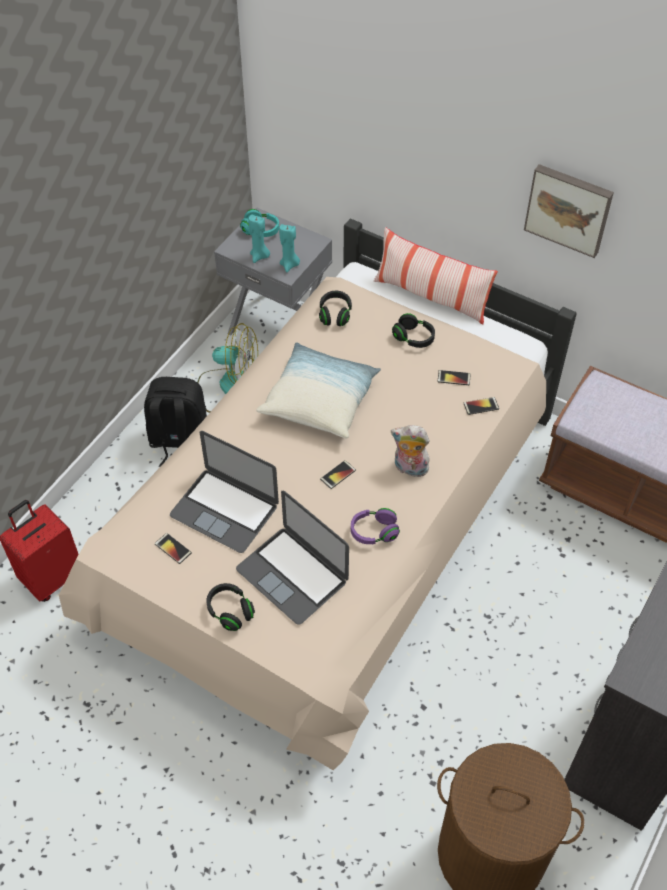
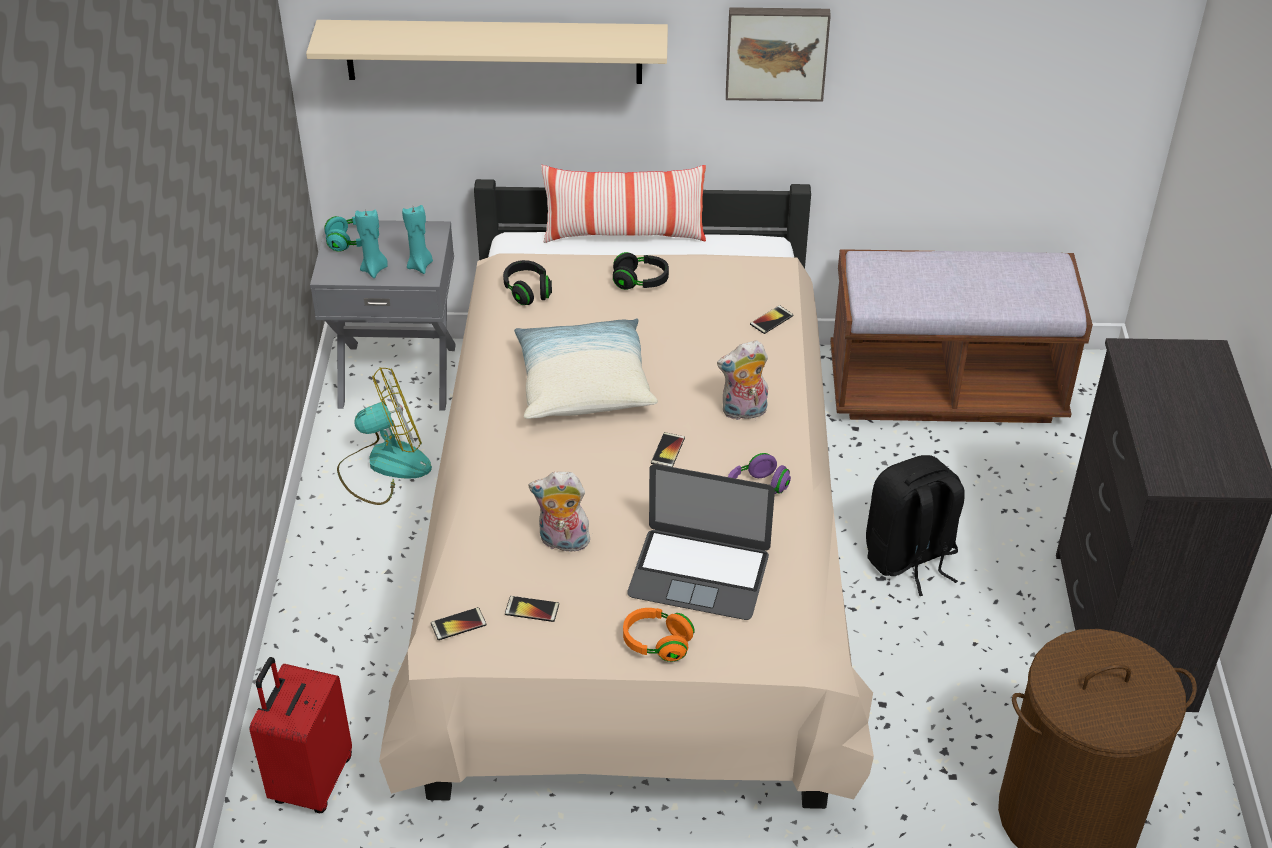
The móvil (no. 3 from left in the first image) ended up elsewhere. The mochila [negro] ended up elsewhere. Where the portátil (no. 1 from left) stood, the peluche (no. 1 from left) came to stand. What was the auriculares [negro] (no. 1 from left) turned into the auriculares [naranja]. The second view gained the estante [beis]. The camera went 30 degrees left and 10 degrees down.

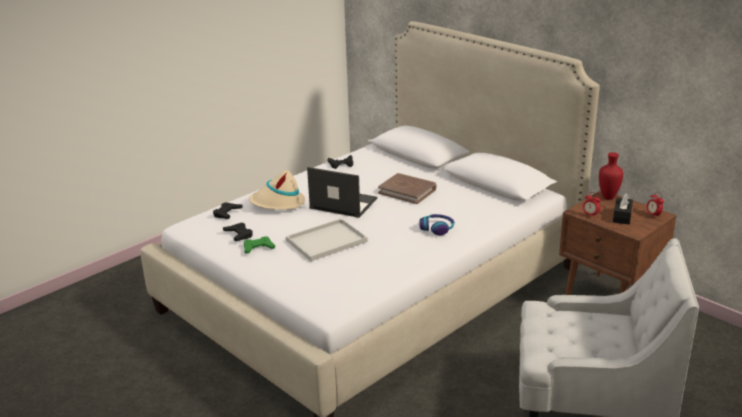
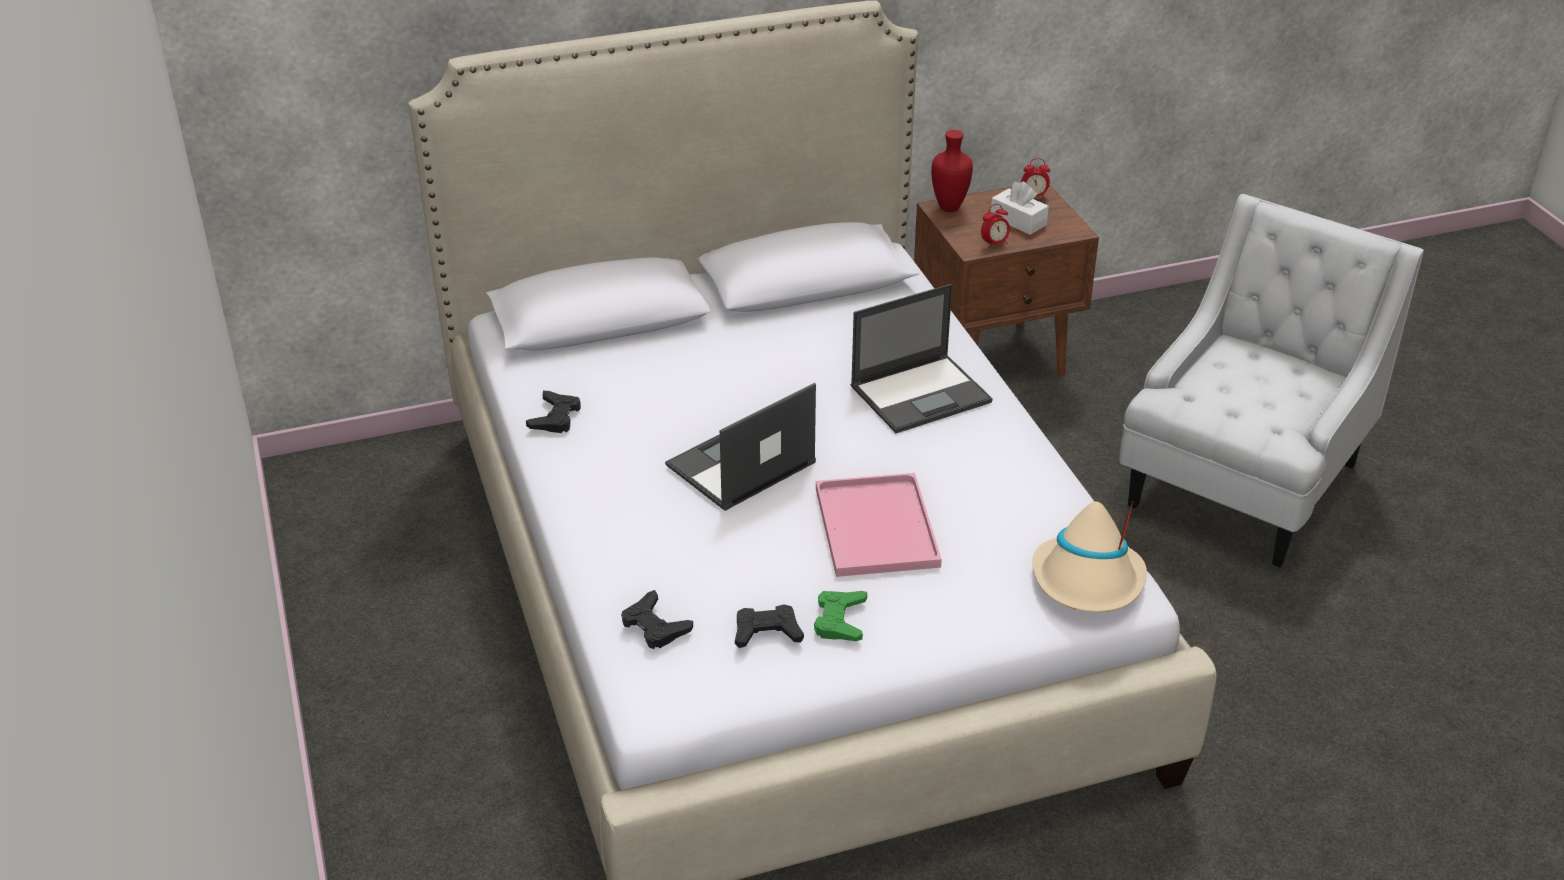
The sombrero [beis] ended up elsewhere. The second view lost the libro [marrón]. What was the caja de pañuelos [negro] turned into the caja de pañuelos [blanco]. Where the auriculares stood, the portátil (no. 2 from left) came to stand. What was the bandeja [blanco] turned into the bandeja [rosa]. The camera went 65 degrees left and 10 degrees up.

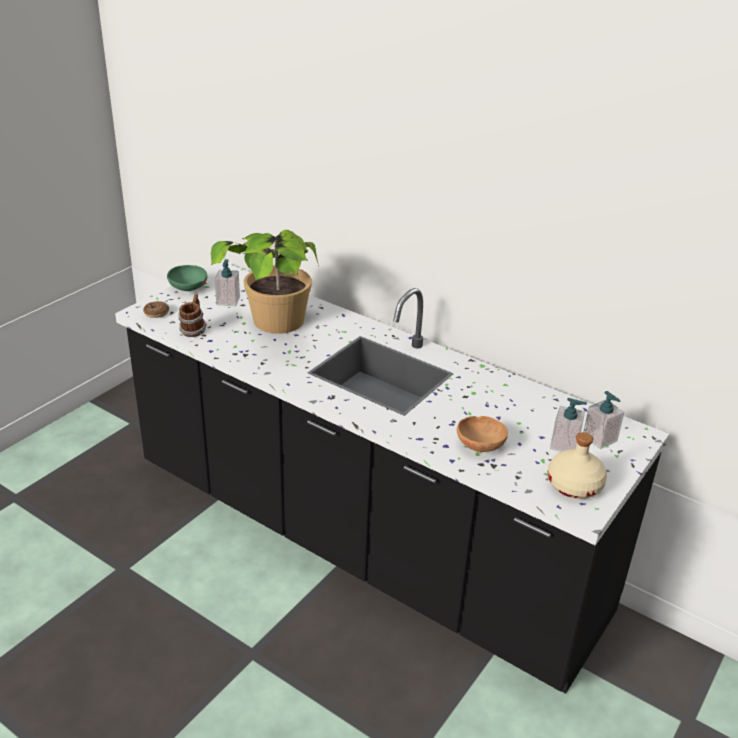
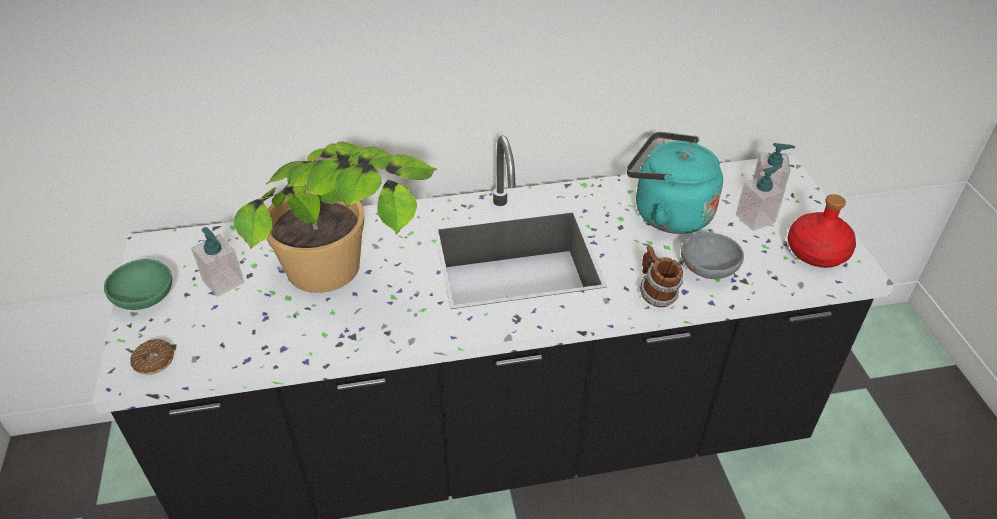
The taza grande ended up elsewhere. What was the cuenco [marrón] turned into the cuenco [gris]. What was the botella [beis] turned into the botella [rojo]. The second view gained the hervidor [turquesa]. The camera went 45 degrees left and 10 degrees up.

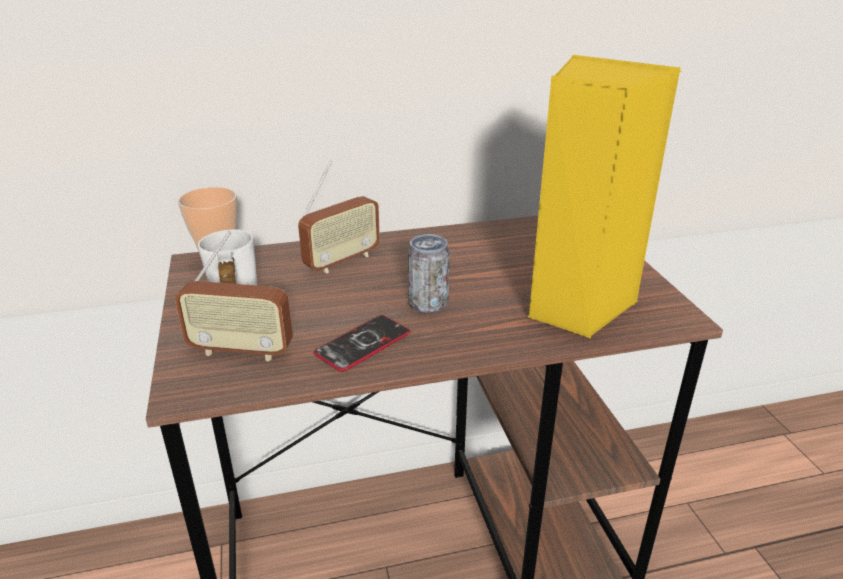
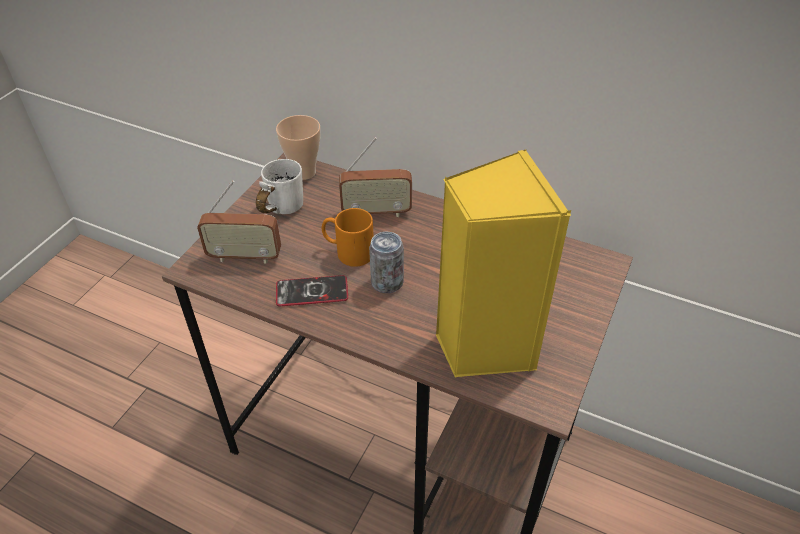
The radio (no. 1 from left) ended up facing another way, 45 degrees counterclockwise from before. The second view gained the taza grande [naranja]. The camera went 40 degrees right and 15 degrees up.

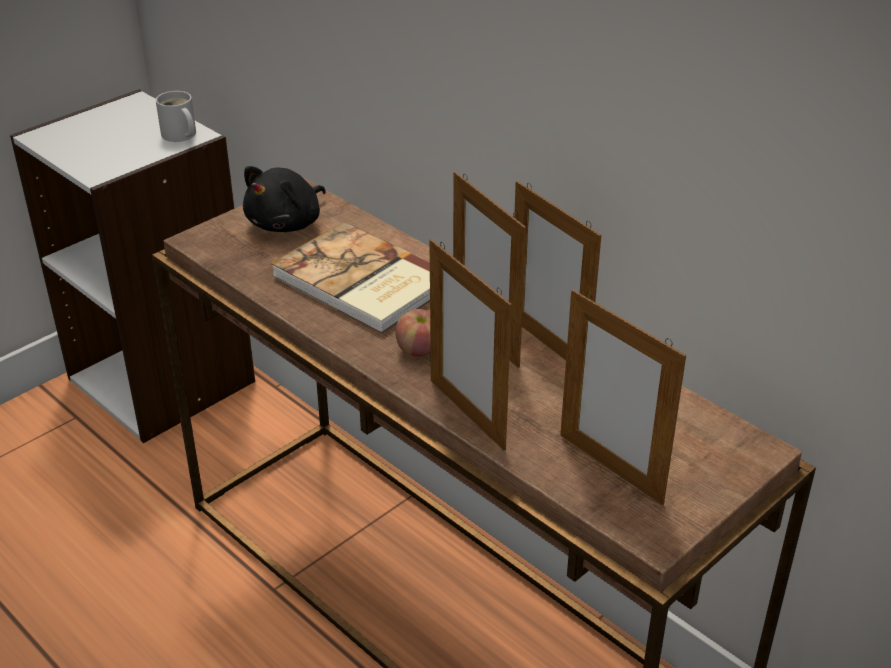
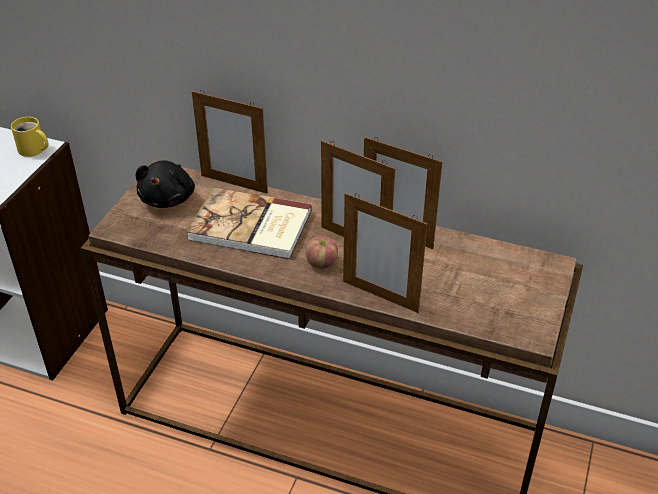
What was the taza grande [blanco] turned into the taza grande [amarillo]. The portarretratos (no. 4 from left in the first image) ended up elsewhere. The camera went 25 degrees left and 5 degrees up.

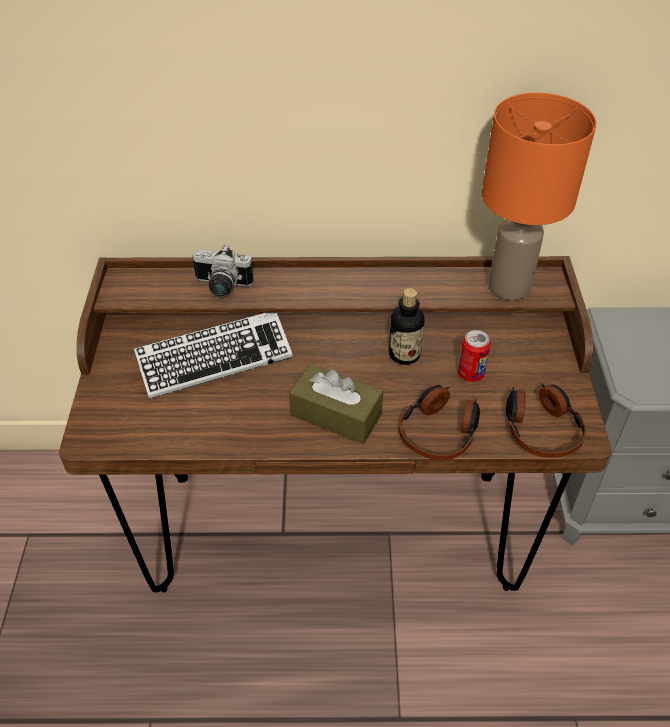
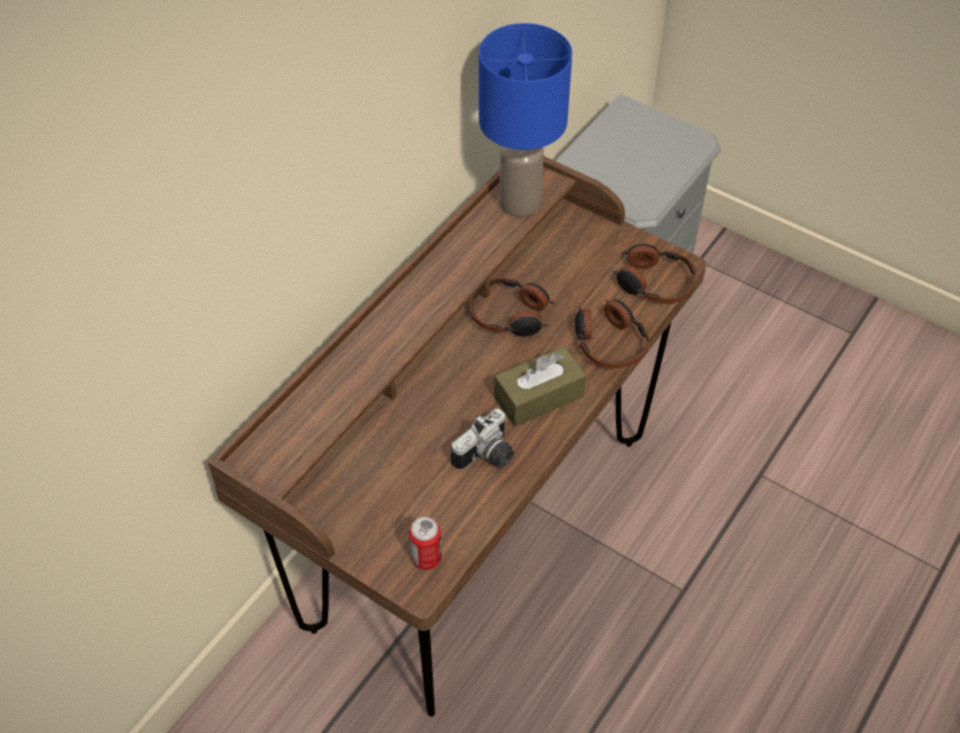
What was the lámpara de mesa [naranja] turned into the lámpara de mesa [azul]. The cámara ended up elsewhere. Where the botella stood, the auriculares (no. 1 from left) came to stand. The second view lost the teclado. The lata ended up elsewhere. The camera went 55 degrees left and 5 degrees up.

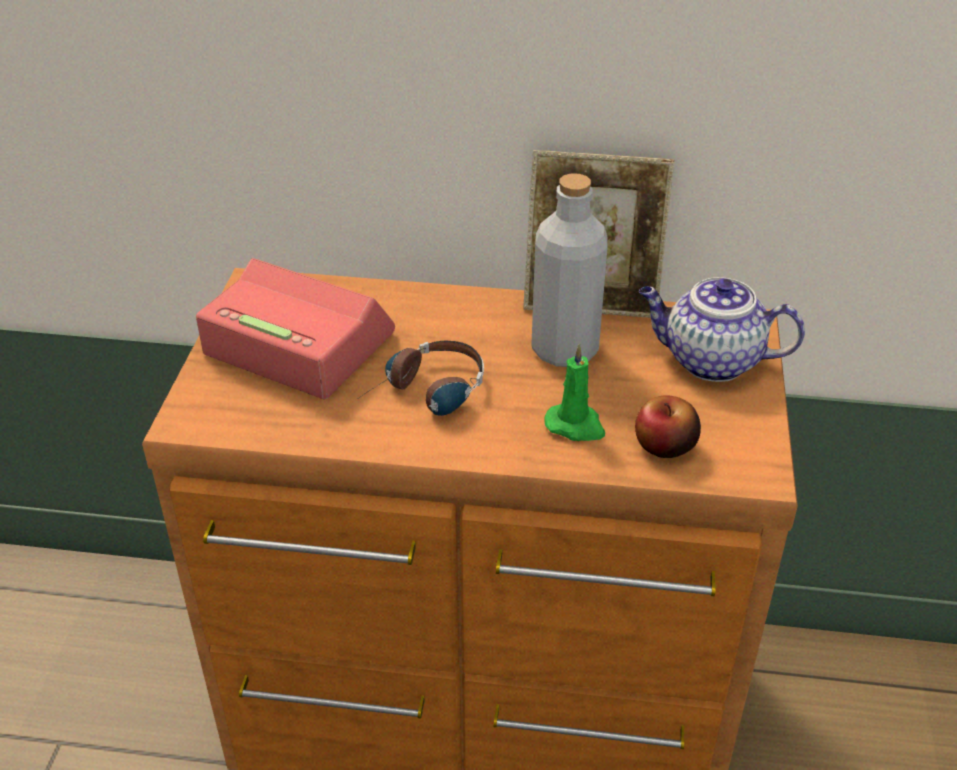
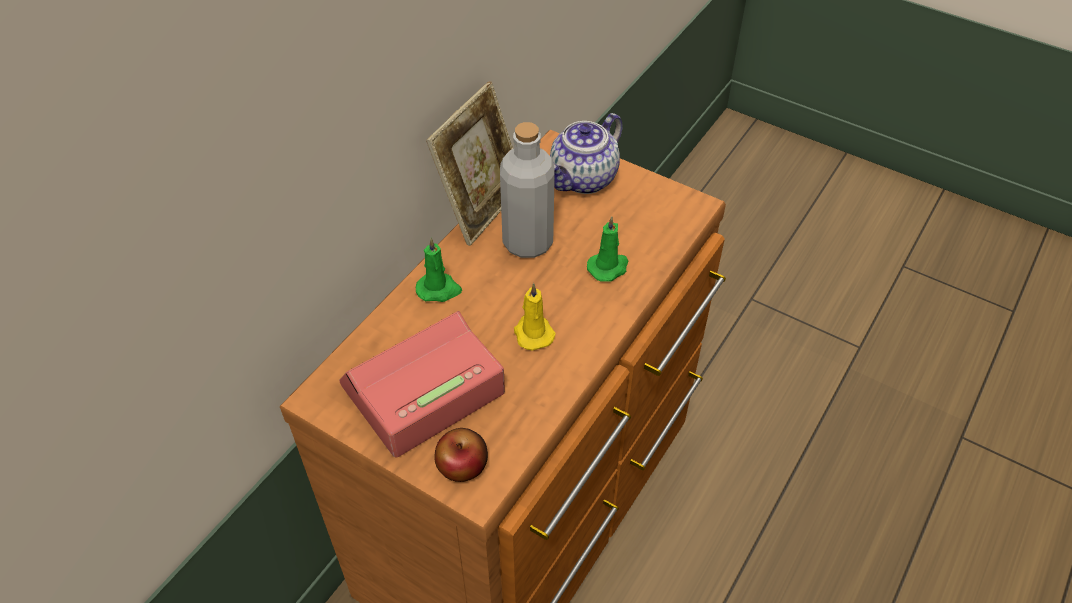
Where the auriculares stood, the vela [amarillo] came to stand. The manzana ended up elsewhere. The second view gained the vela [verde] (no. 1 from left). The camera went 65 degrees left and 10 degrees up.

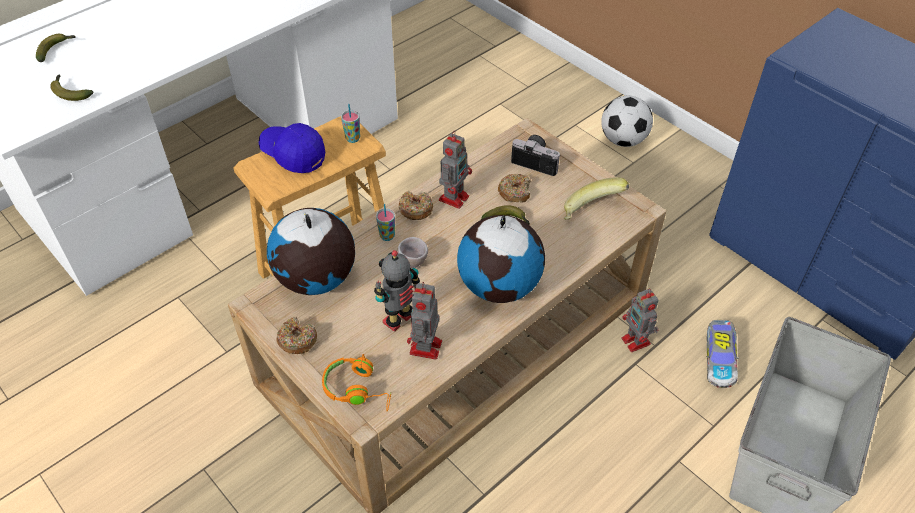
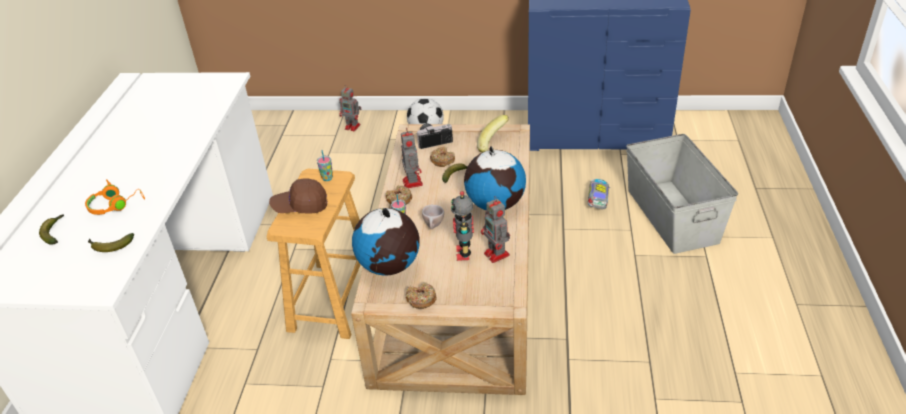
What was the gorra [azul] turned into the gorra [marrón]. The robot de juguete (no. 4 from left in the first image) ended up elsewhere. The coche de juguete ended up facing another way, 135 degrees counterclockwise from before. The auriculares [naranja] ended up elsewhere. The camera went 40 degrees left and 10 degrees down.

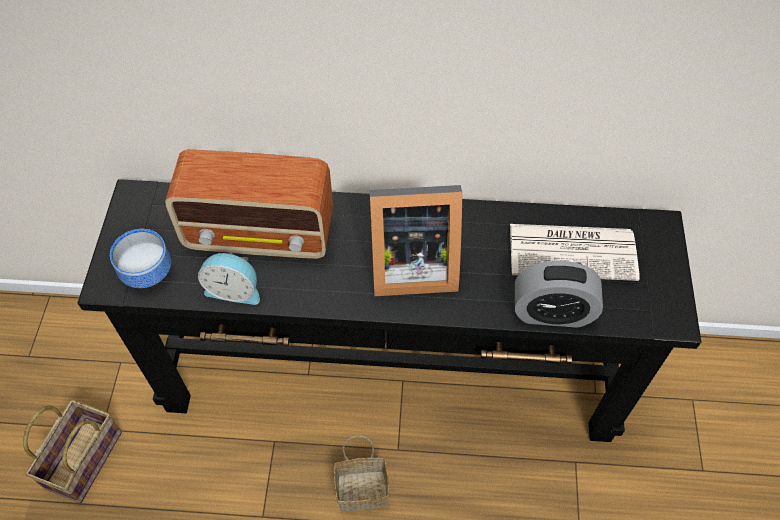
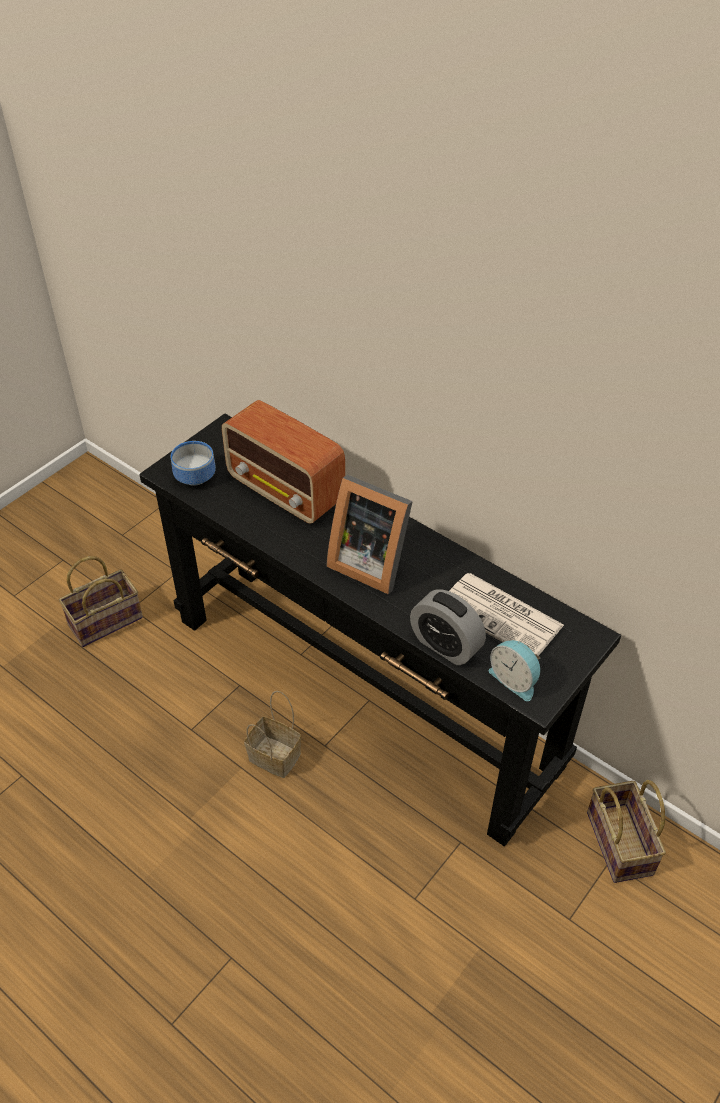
The despertador (no. 1 from left in the first image) ended up elsewhere. The second view gained the cesta (no. 3 from left). The camera went 35 degrees right and 10 degrees down.

